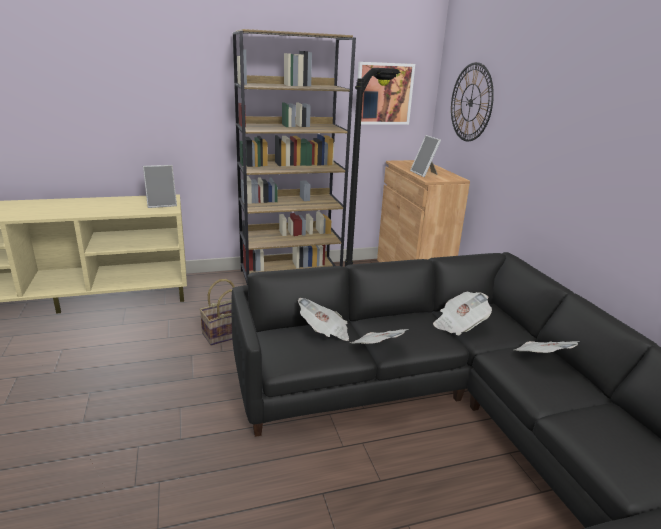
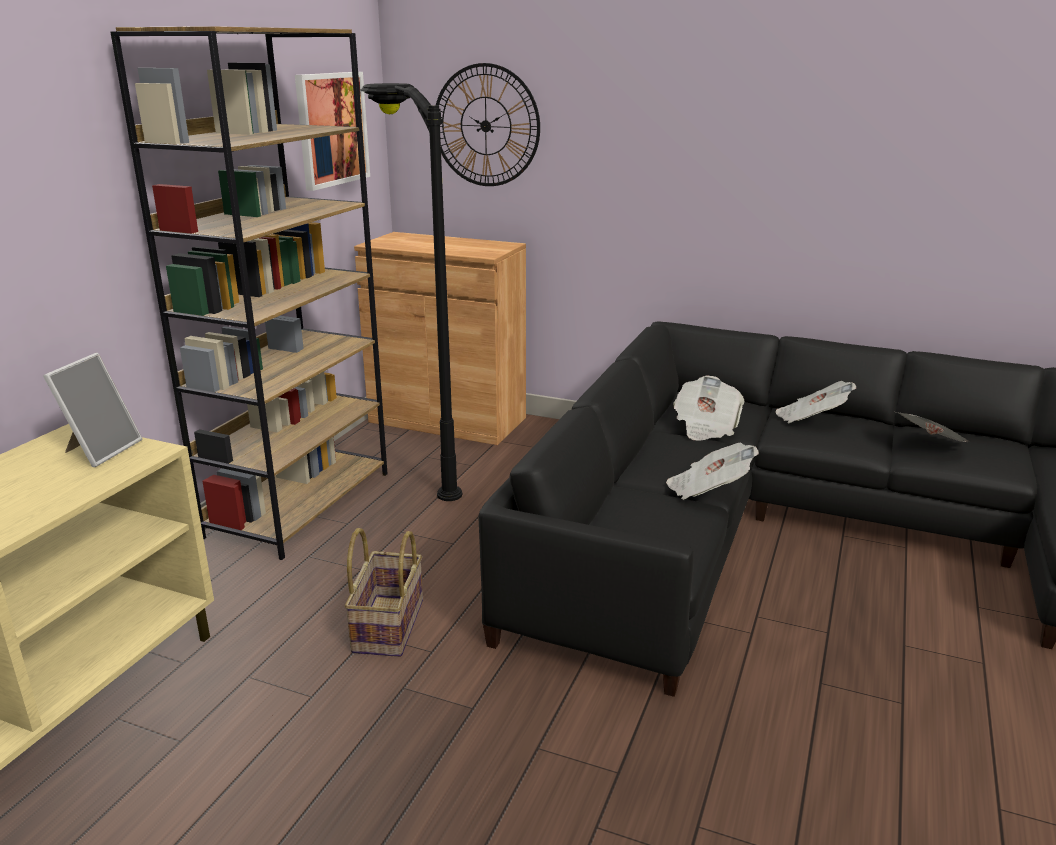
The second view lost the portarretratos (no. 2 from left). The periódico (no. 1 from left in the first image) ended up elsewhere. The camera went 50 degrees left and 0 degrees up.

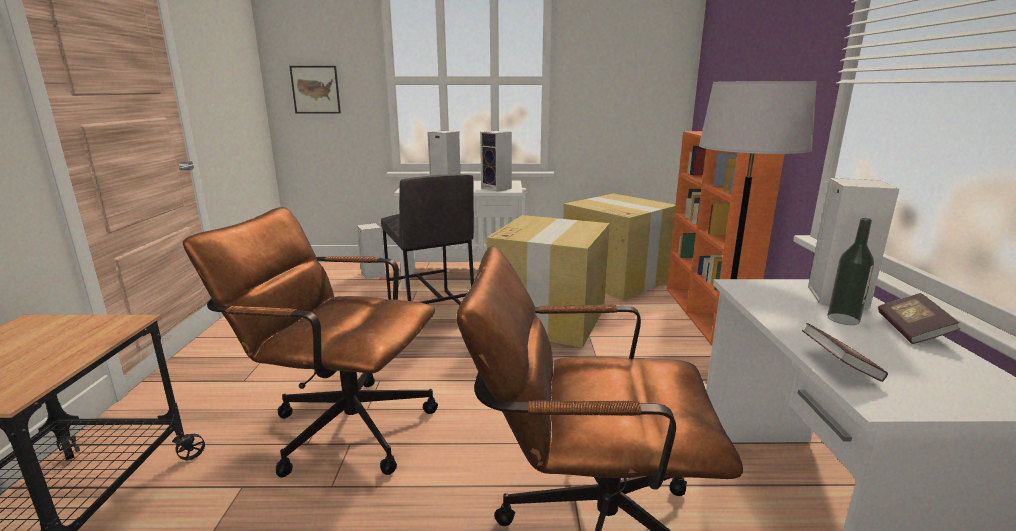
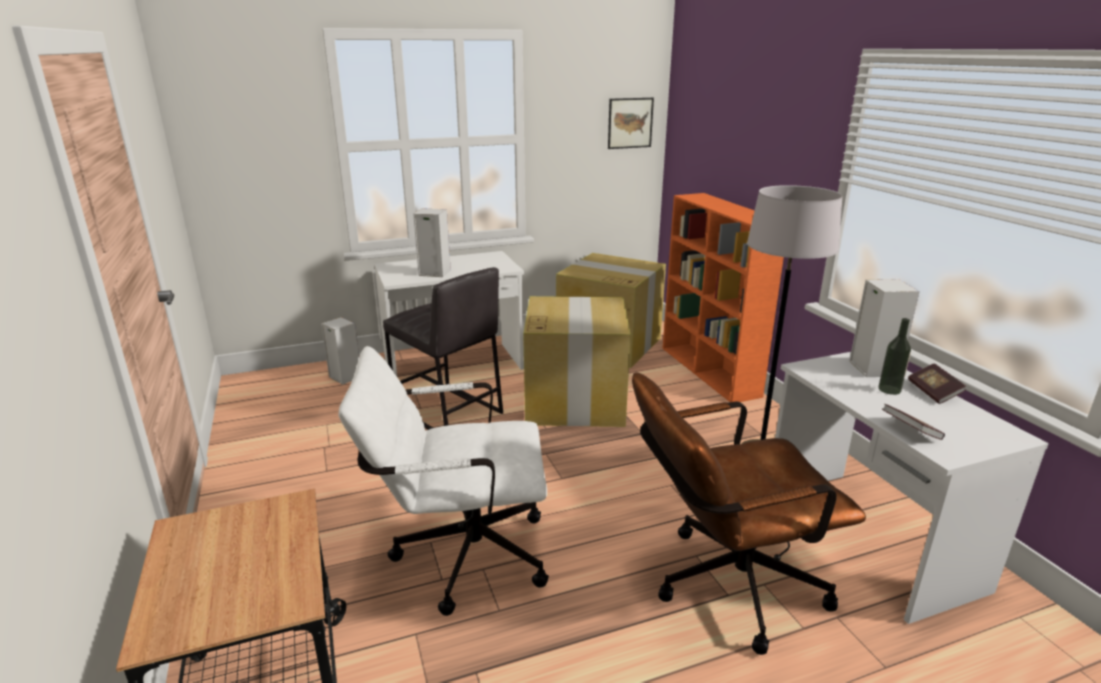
The cuadro ended up elsewhere. The second view lost the altavoz (no. 3 from left). What was the silla de oficina [marrón] (no. 1 from left) turned into the silla de oficina [blanco]. The camera went 20 degrees left and 5 degrees up.

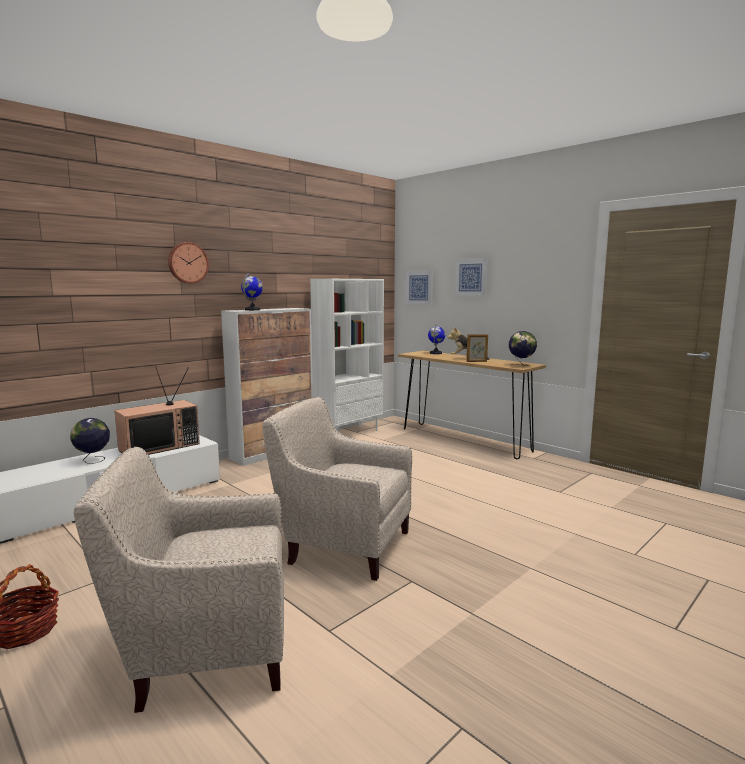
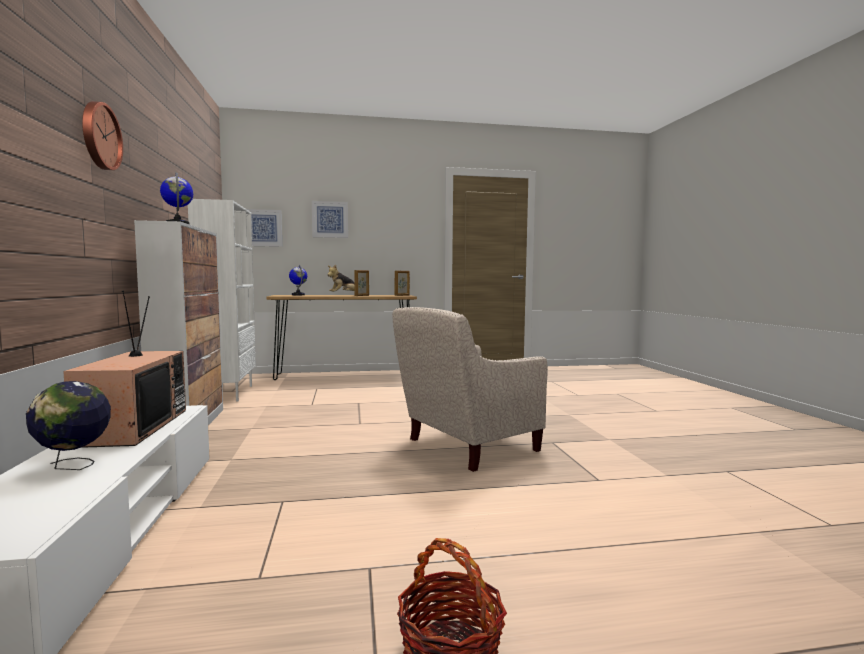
Where the globo terráqueo (no. 4 from left) stood, the portarretratos (no. 2 from left) came to stand. The second view lost the sillón [beis] (no. 1 from left). The camera went 55 degrees left and 5 degrees down.

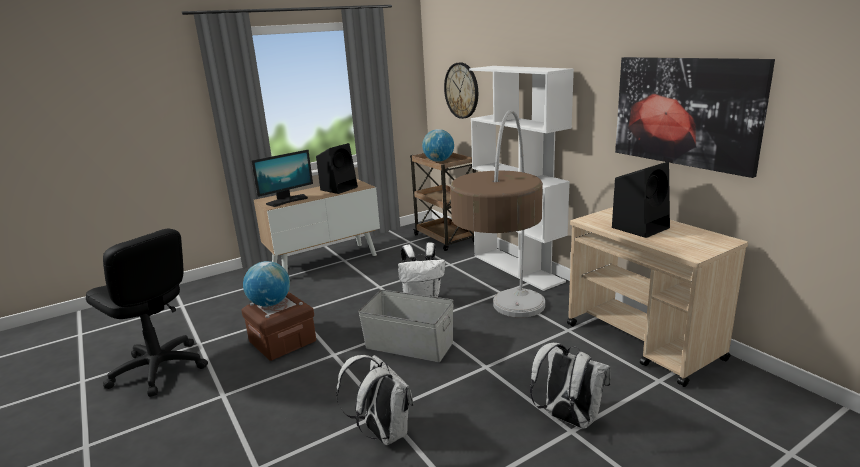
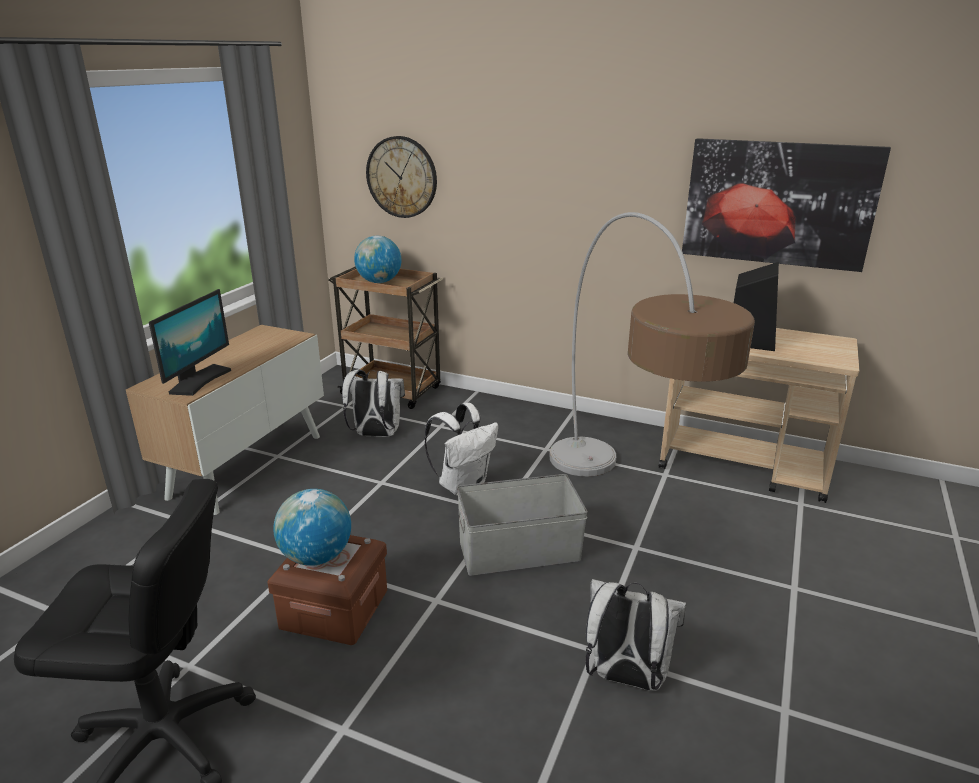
The second view lost the estantería [blanco]. The second view lost the altavoz [negro] (no. 1 from left). The mochila [blanco] (no. 3 from left in the first image) ended up elsewhere. The camera went 35 degrees left and 5 degrees up.

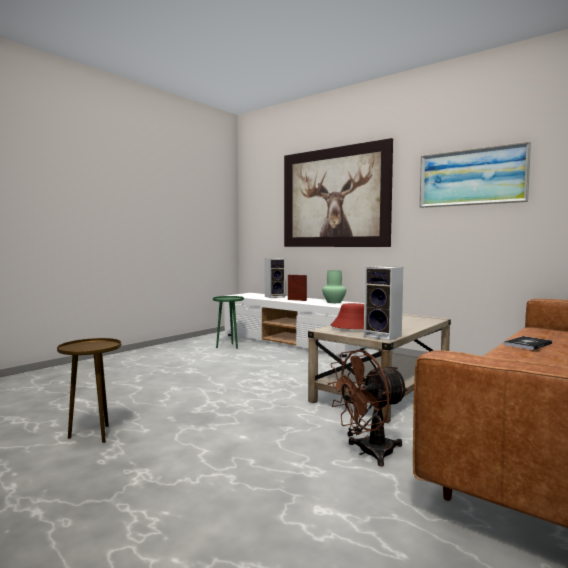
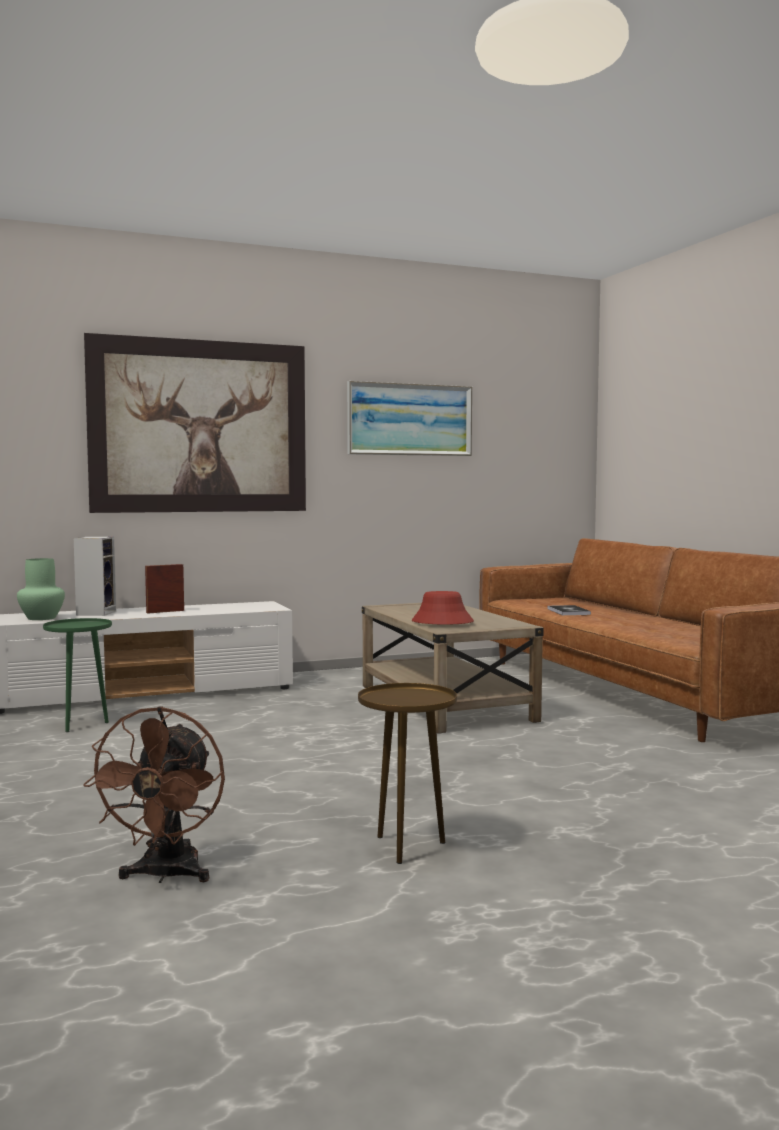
The second view lost the altavoz (no. 2 from left). The florero [verde] ended up elsewhere. The ventilador [marrón] ended up elsewhere. The camera went 60 degrees left and 0 degrees up.

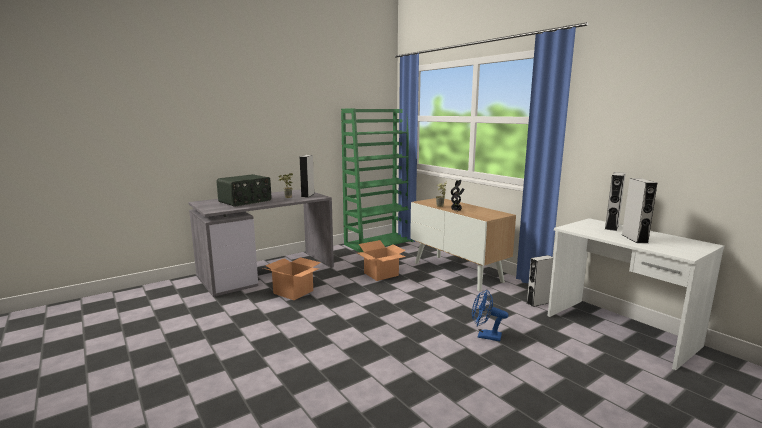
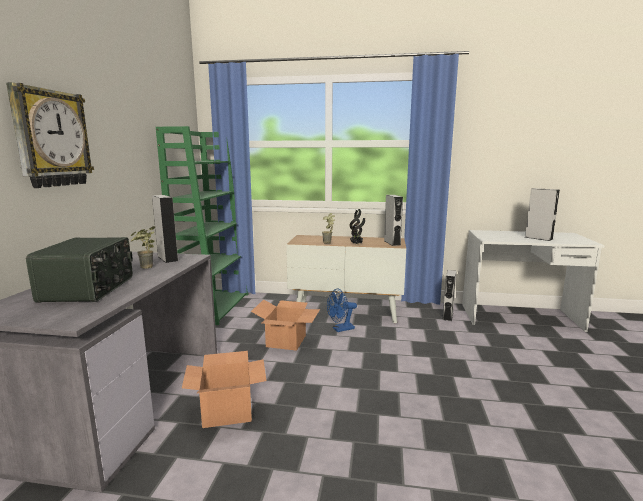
The altavoz [gris] (no. 3 from left in the first image) ended up elsewhere. The ventilador [azul] ended up elsewhere. The second view gained the reloj de pared. The camera went 45 degrees left and 0 degrees up.

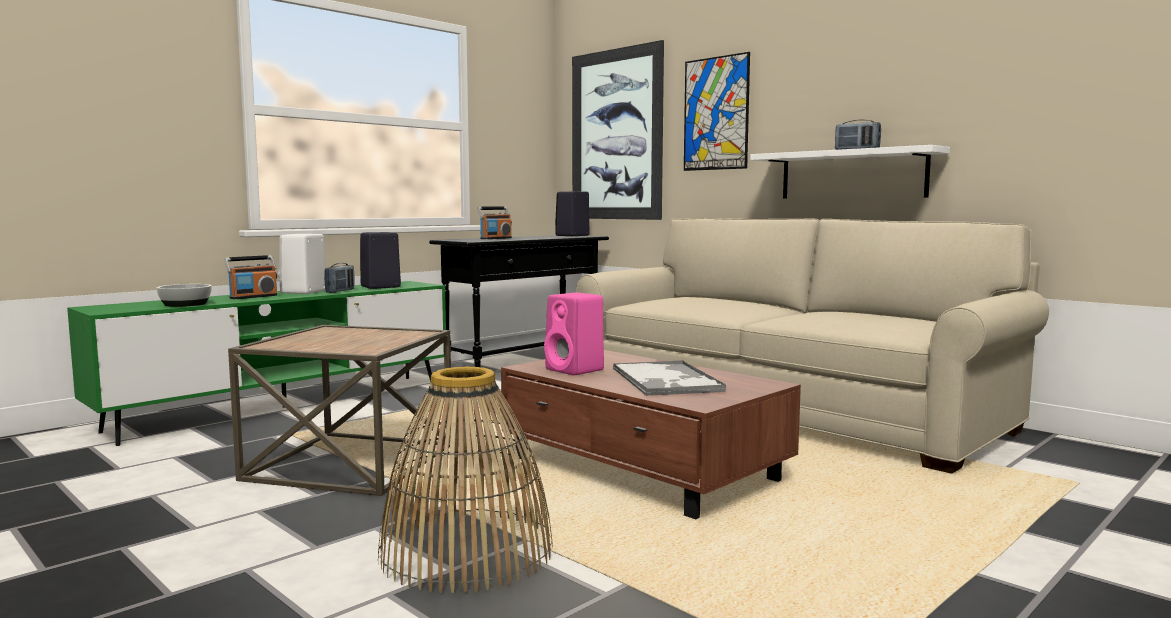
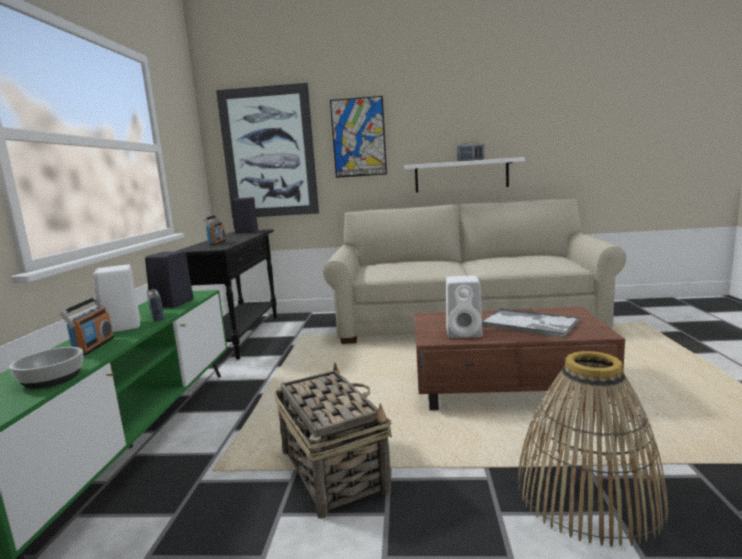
What was the altavoz [rosa] turned into the altavoz [blanco] (no. 2 from left). Where the mesa auxiliar [marrón] stood, the cesta (no. 1 from left) came to stand. The camera went 40 degrees left and 5 degrees up.

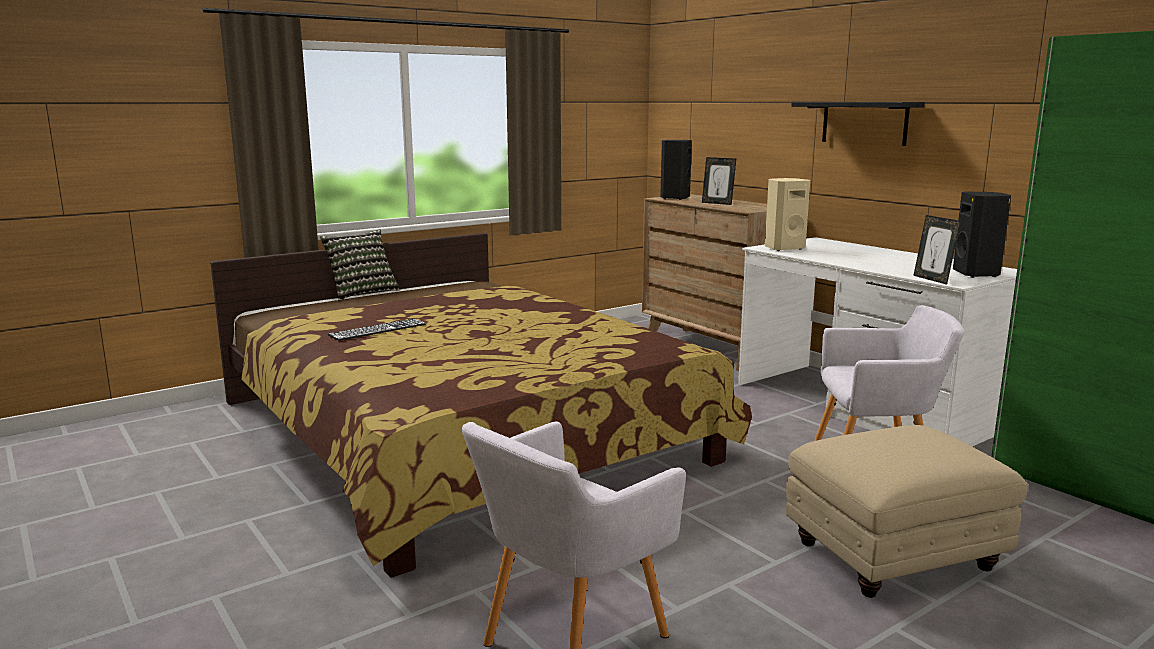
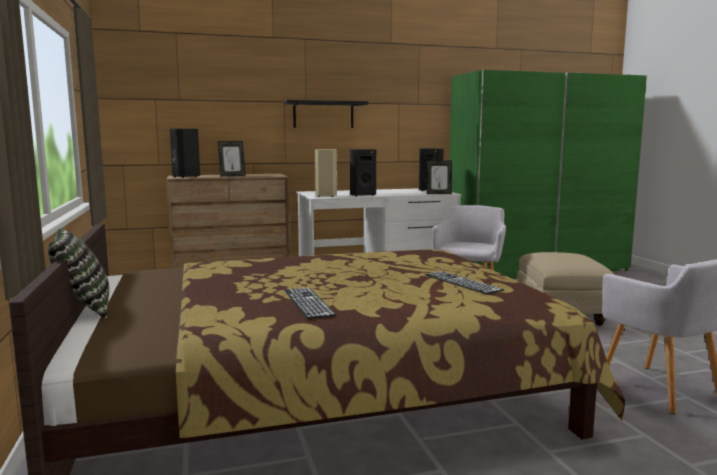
The second view gained the altavoz [negro] (no. 2 from left). The second view gained the teclado (no. 2 from left). The camera went 70 degrees left and 5 degrees down.

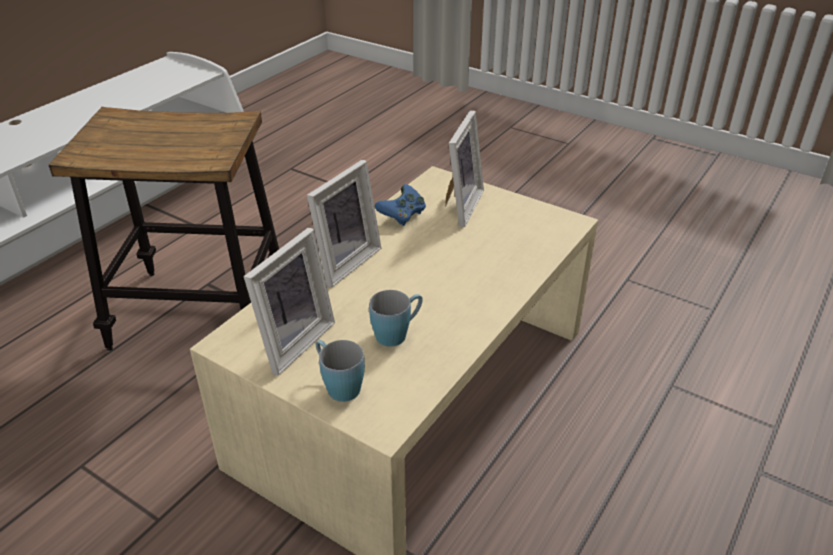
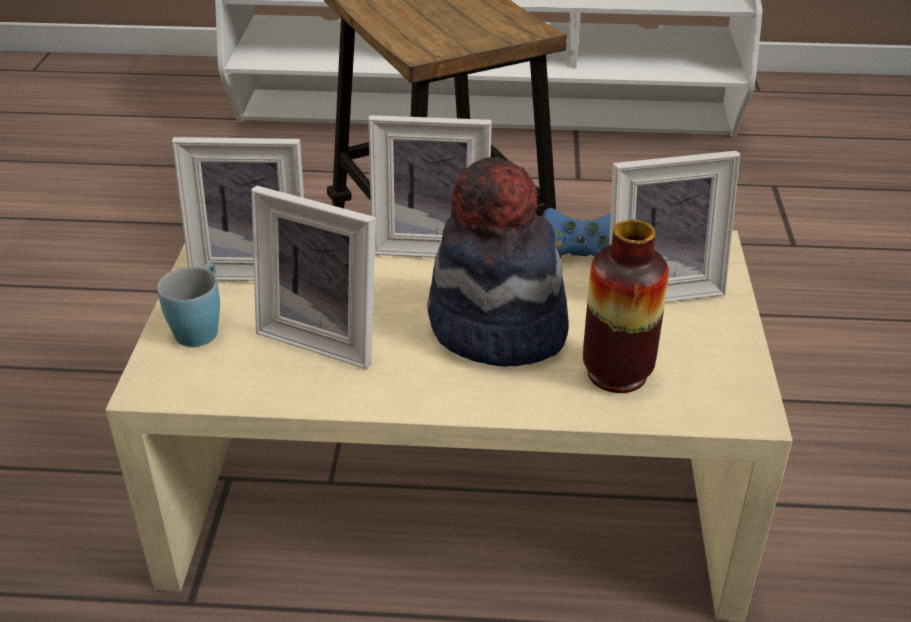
Where the taza grande [azul] (no. 2 from left) stood, the portarretratos (no. 2 from left) came to stand. The second view gained the sombrero. The second view gained the florero. The camera went 60 degrees right and 0 degrees up.

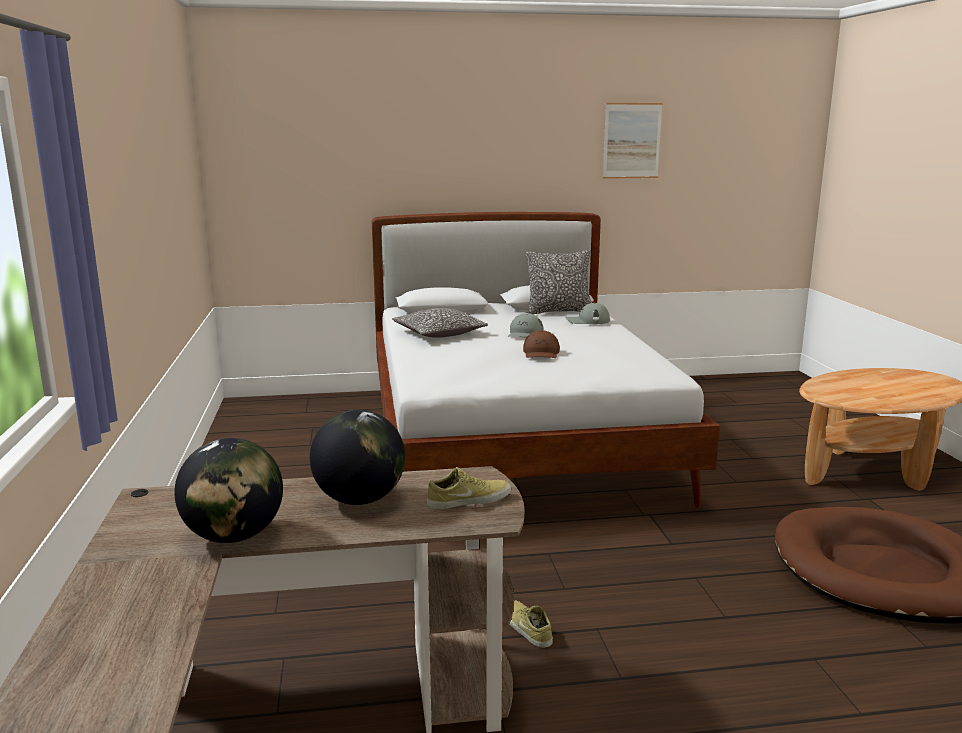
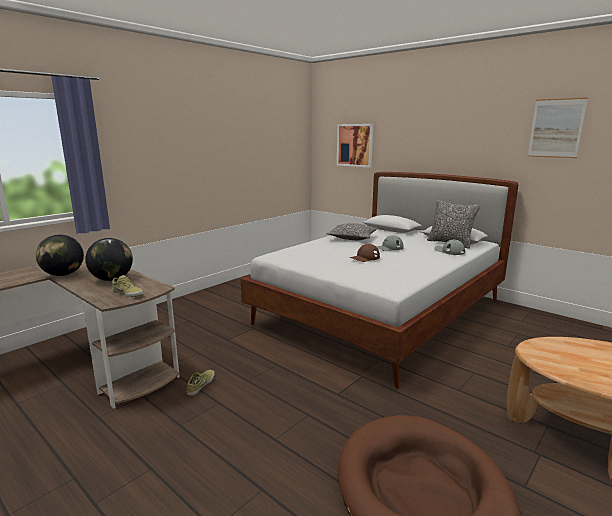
The second view gained the cuadro (no. 1 from left). The camera went 50 degrees right and 0 degrees up.

